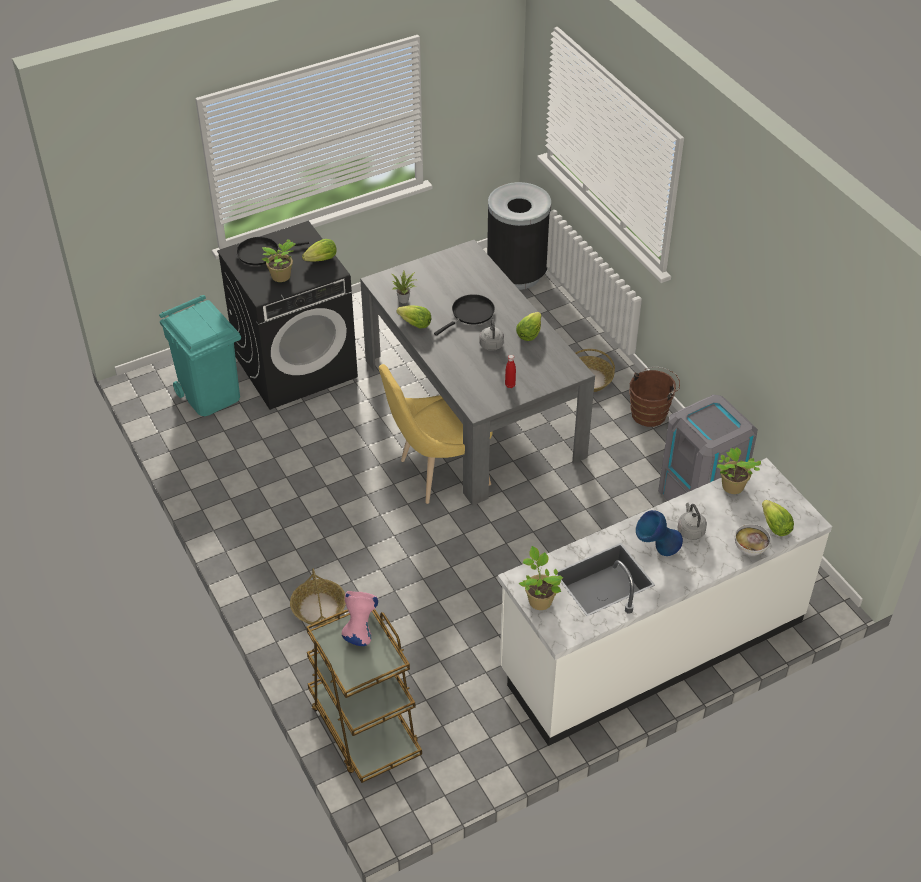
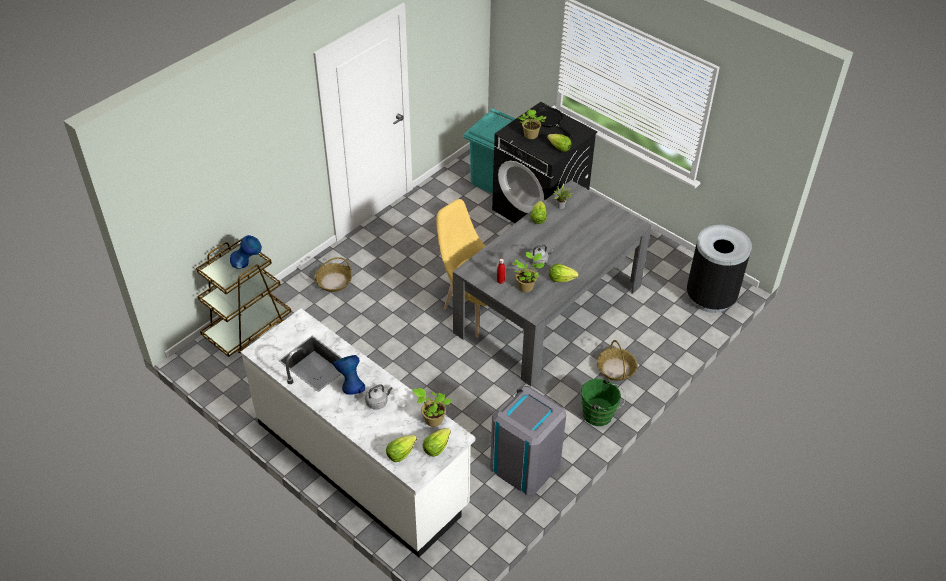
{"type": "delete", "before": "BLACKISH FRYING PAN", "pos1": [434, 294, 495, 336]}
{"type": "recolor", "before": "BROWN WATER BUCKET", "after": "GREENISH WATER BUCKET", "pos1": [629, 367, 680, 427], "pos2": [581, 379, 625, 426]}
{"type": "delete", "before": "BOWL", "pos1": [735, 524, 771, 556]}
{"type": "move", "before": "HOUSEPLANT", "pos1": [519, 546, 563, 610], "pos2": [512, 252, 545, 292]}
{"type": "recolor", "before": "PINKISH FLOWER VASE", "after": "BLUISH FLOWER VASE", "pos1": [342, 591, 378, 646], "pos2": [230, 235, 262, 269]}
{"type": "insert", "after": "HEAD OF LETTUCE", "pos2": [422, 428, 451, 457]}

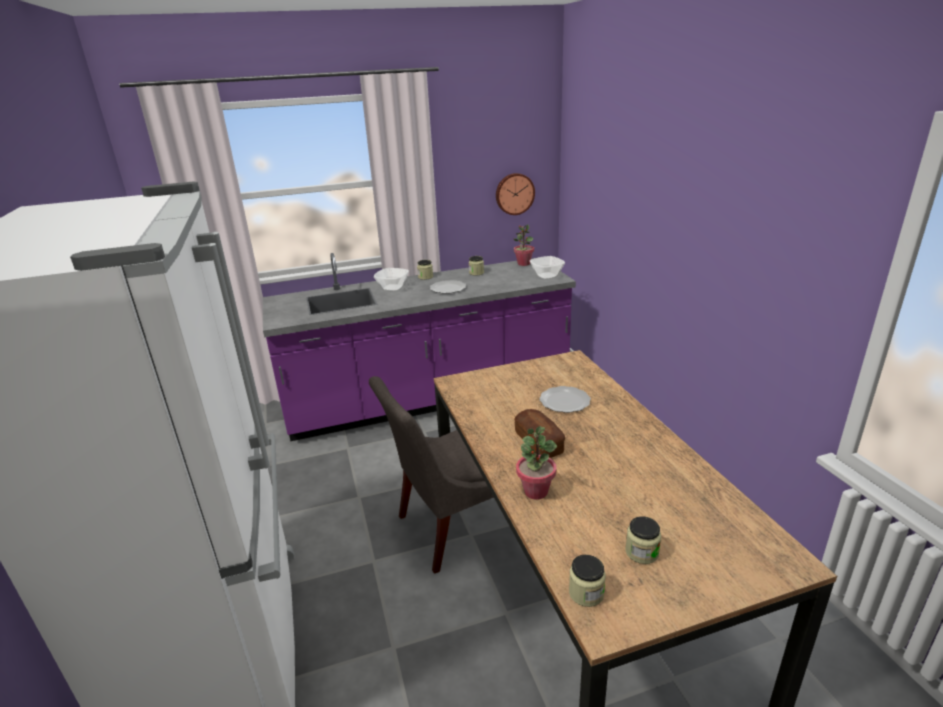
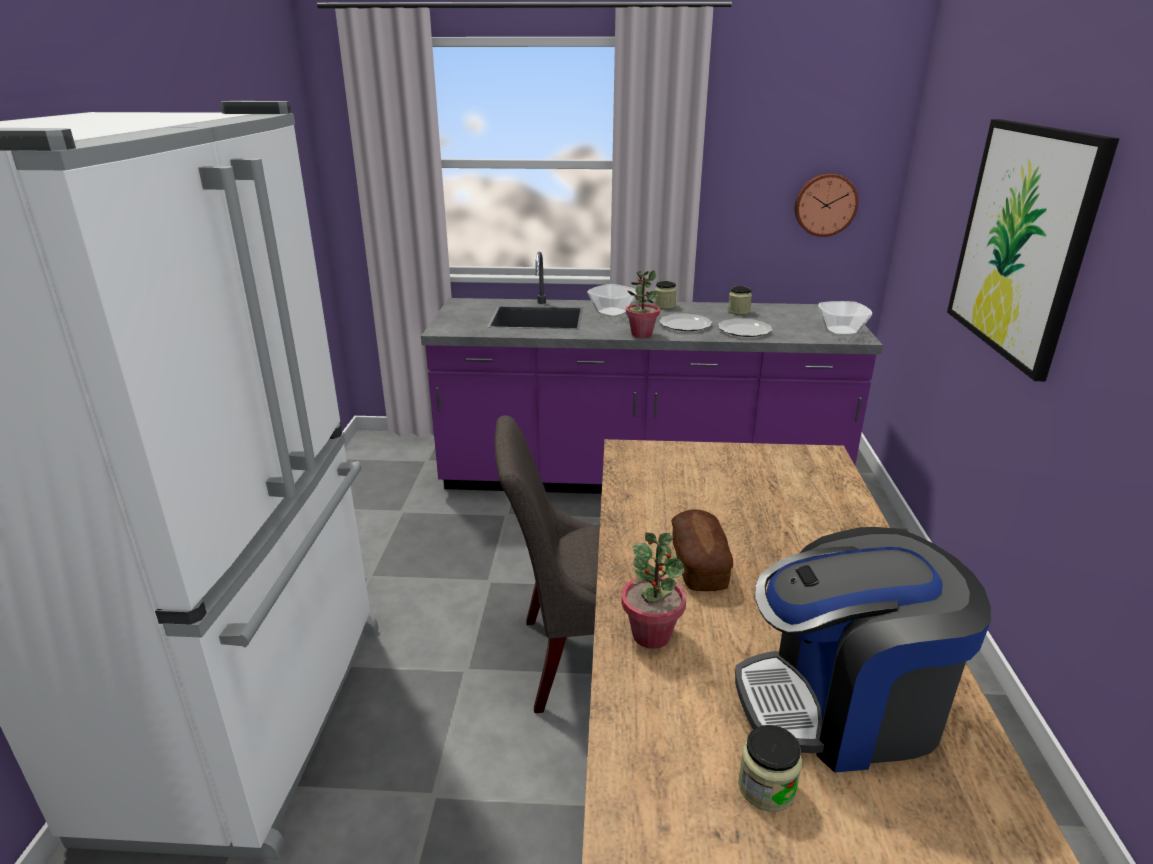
{"type": "move", "before": "HOUSEPLANT", "pos1": [514, 224, 534, 266], "pos2": [626, 270, 660, 338]}
{"type": "move", "before": "DINNER PLATE", "pos1": [539, 386, 591, 413], "pos2": [718, 318, 773, 337]}
{"type": "delete", "before": "STORAGE JAR", "pos1": [569, 555, 606, 607]}
{"type": "insert", "after": "WALL PICTURE", "pos2": [947, 119, 1119, 381]}
{"type": "insert", "after": "COFFEE BREWER", "pos2": [735, 527, 991, 773]}

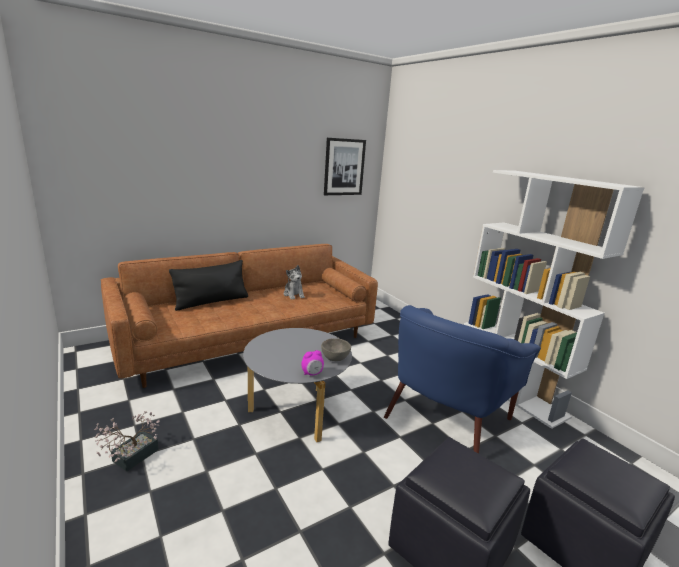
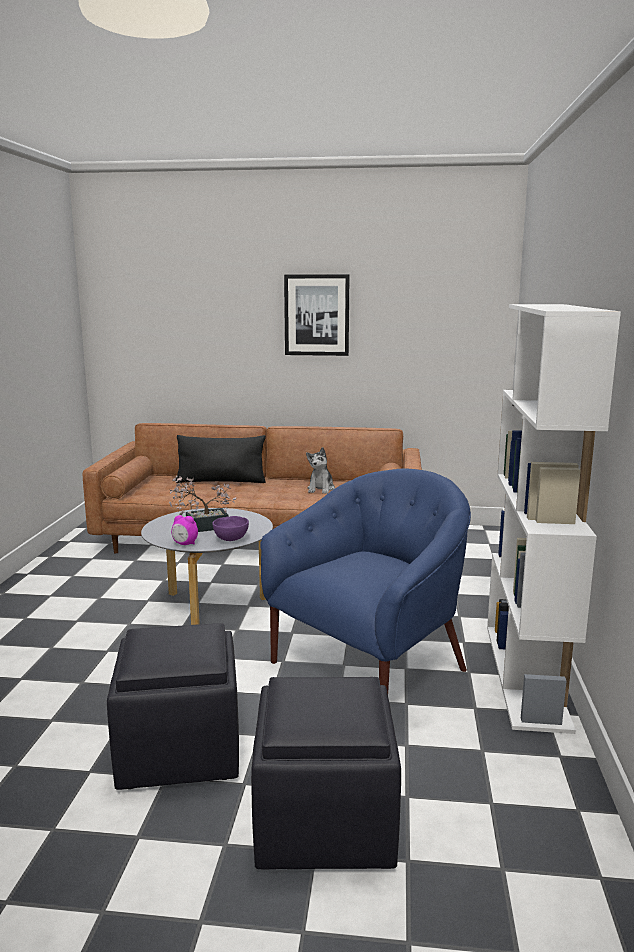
{"type": "move", "before": "WALL PICTURE", "pos1": [324, 138, 366, 195], "pos2": [284, 274, 350, 356]}
{"type": "rotate", "before": "BLUISH EASY CHAIR", "pos1": [384, 305, 541, 454], "pos2": [260, 469, 471, 693], "turn": 150}
{"type": "recolor", "before": "GREY BOWL", "after": "PURPLE-COLOURED BOWL", "pos1": [321, 338, 351, 361], "pos2": [212, 516, 249, 541]}
{"type": "move", "before": "HOUSEPLANT", "pos1": [94, 411, 160, 471], "pos2": [169, 476, 236, 532]}

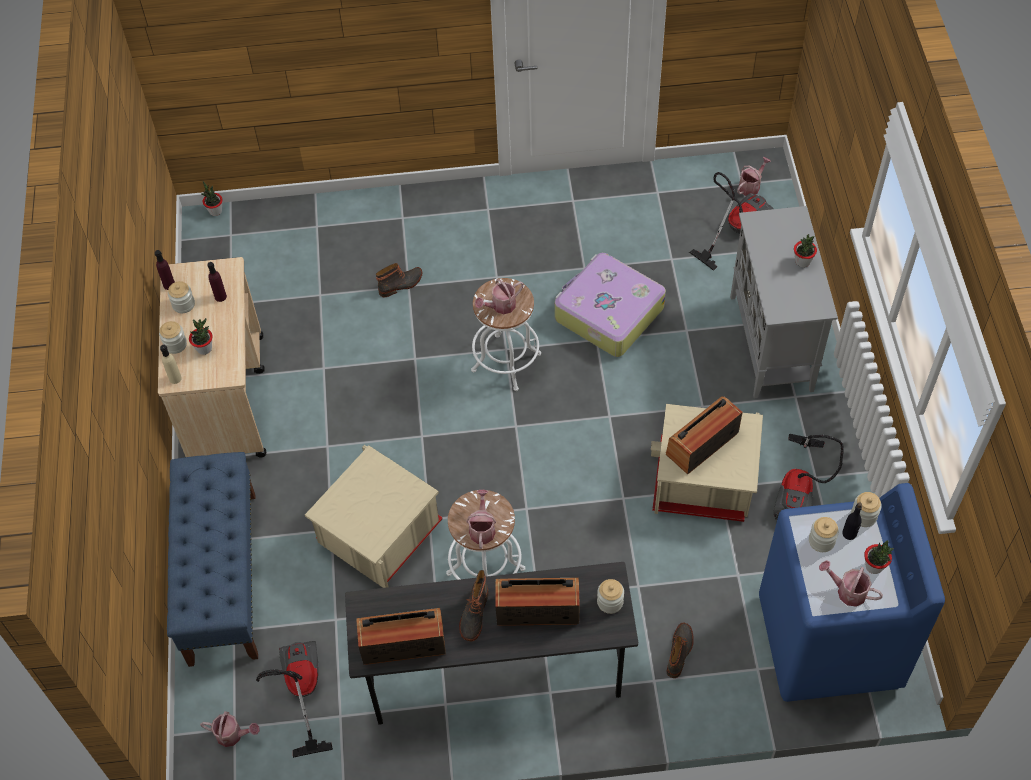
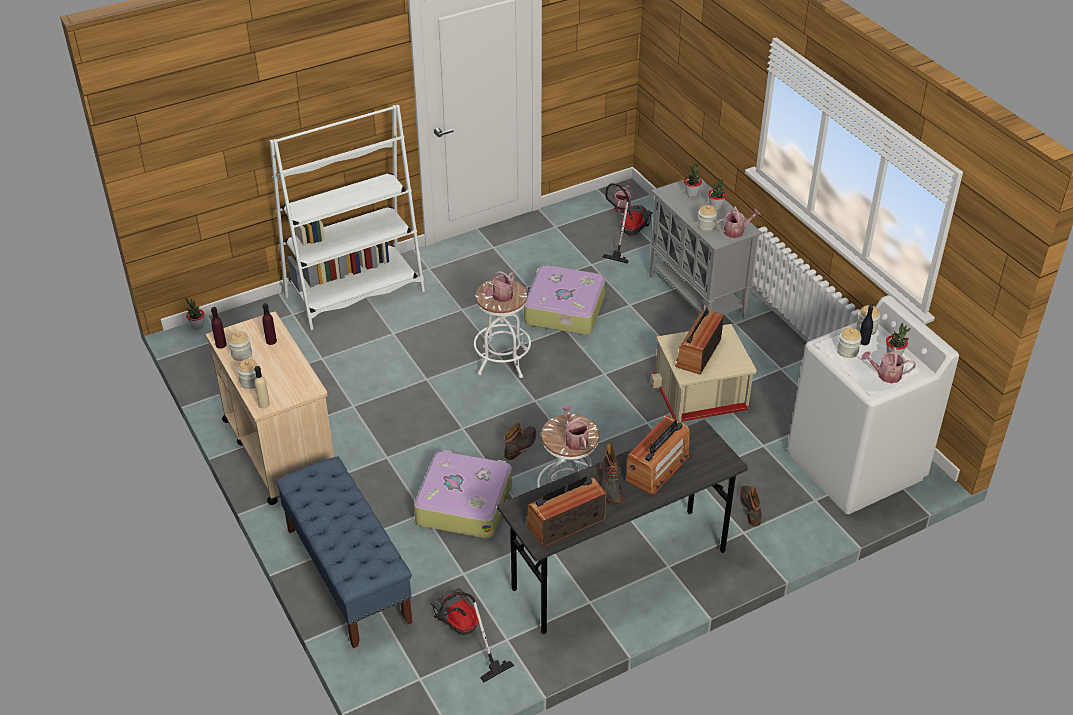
{"type": "move", "before": "TALL BOOT", "pos1": [376, 263, 422, 297], "pos2": [504, 423, 536, 460]}
{"type": "move", "before": "HOUSEPLANT", "pos1": [189, 318, 213, 355], "pos2": [684, 162, 702, 197]}
{"type": "delete", "before": "VACUUM", "pos1": [773, 434, 844, 520]}
{"type": "replace", "before": "BEIGE STORAGE BIN", "after": "SUITCASE", "pos1": [305, 445, 443, 588], "pos2": [414, 450, 512, 538]}
{"type": "recolor", "before": "BLUISH LAUNDRY APPLIANCE", "after": "WHITE LAUNDRY APPLIANCE", "pos1": [759, 483, 945, 702], "pos2": [788, 295, 959, 514]}
{"type": "rotate", "before": "RADIO SET", "pos1": [496, 578, 580, 626], "pos2": [626, 415, 690, 495], "turn": 150}
{"type": "move", "before": "STORAGE JAR", "pos1": [597, 579, 624, 614], "pos2": [697, 205, 717, 232]}
{"type": "move", "before": "SPRINKLING CAN", "pos1": [200, 711, 260, 747], "pos2": [716, 207, 761, 238]}
{"type": "insert", "after": "WHITE BOOKCASE", "pos2": [270, 105, 425, 330]}

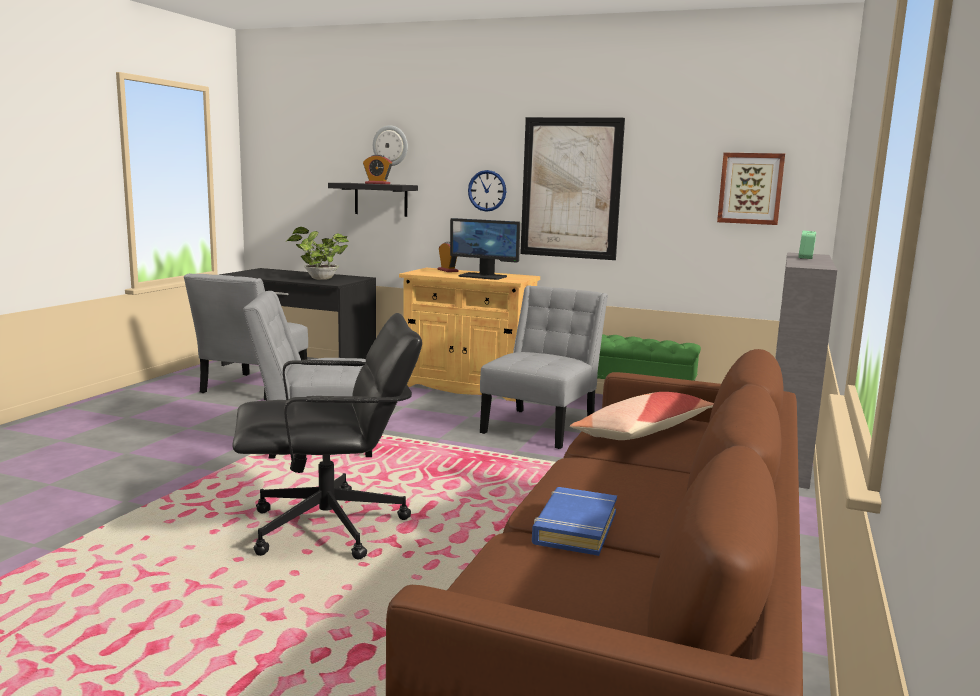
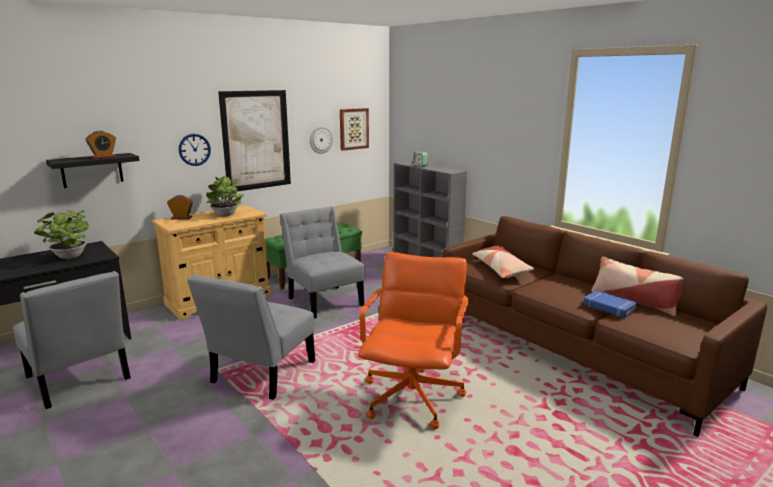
{"type": "move", "before": "HANGING CLOCK", "pos1": [373, 125, 408, 166], "pos2": [310, 126, 333, 154]}
{"type": "replace", "before": "COMPUTER SCREEN", "after": "HOUSEPLANT", "pos1": [450, 218, 520, 280], "pos2": [206, 176, 243, 216]}
{"type": "recolor", "before": "BLACKISH OFFICE CHAIR", "after": "ORANGE OFFICE CHAIR", "pos1": [232, 313, 422, 559], "pos2": [358, 252, 468, 429]}
{"type": "insert", "after": "CUSHION", "pos2": [591, 257, 683, 316]}

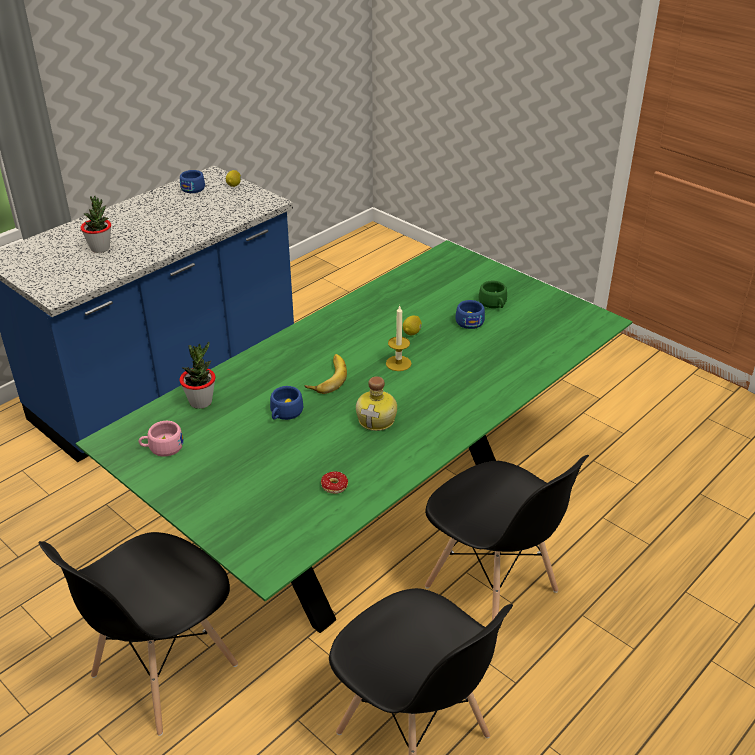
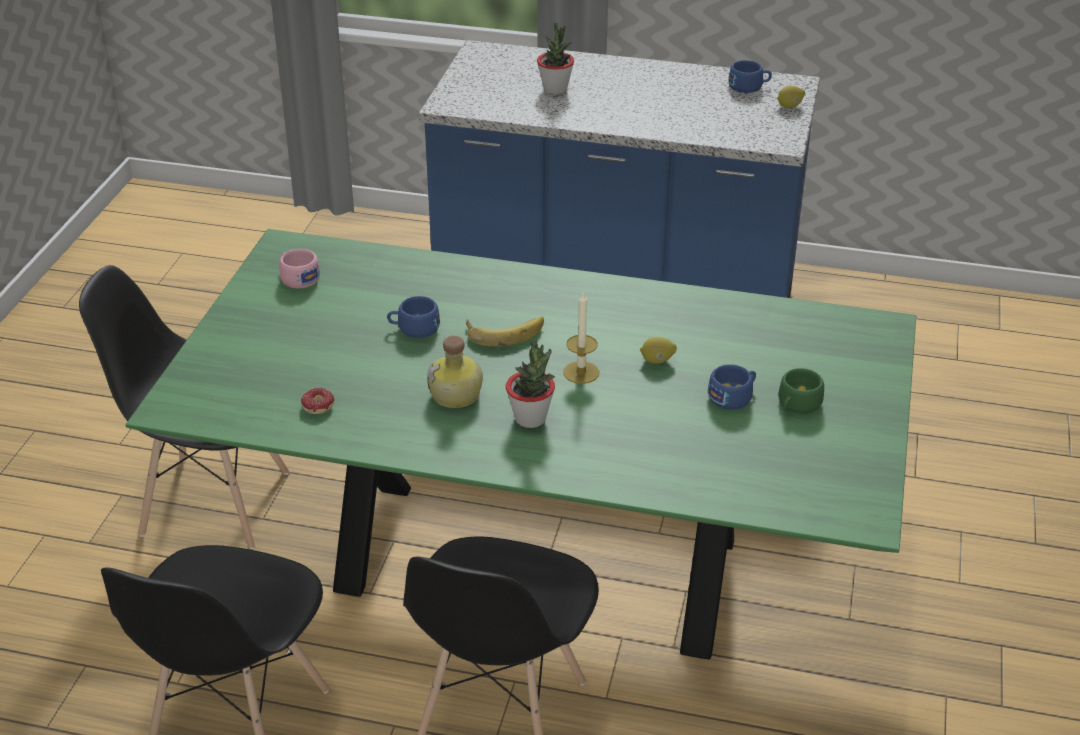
{"type": "move", "before": "HOUSEPLANT", "pos1": [180, 341, 216, 409], "pos2": [506, 339, 555, 428]}

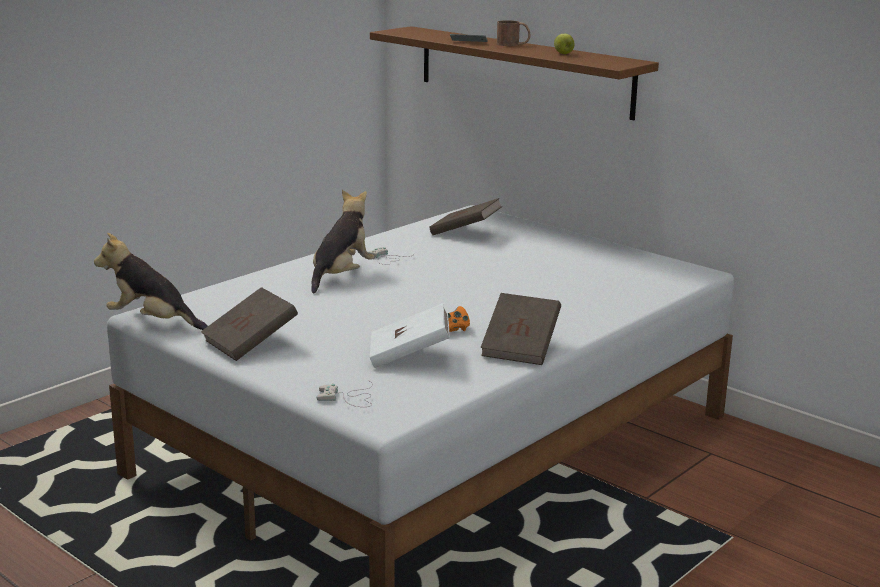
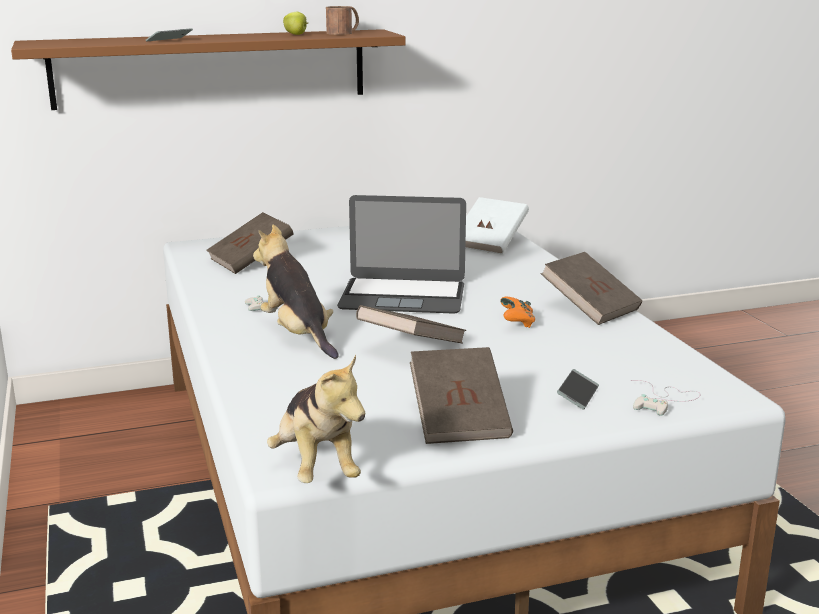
{"type": "move", "before": "BROWN COFFEE MUG", "pos1": [497, 20, 531, 46], "pos2": [326, 6, 359, 35]}
{"type": "rotate", "before": "PLUSH TOY", "pos1": [94, 232, 208, 330], "pos2": [267, 355, 365, 483], "turn": -75}
{"type": "move", "before": "WHITE BOUND BOOK", "pos1": [370, 303, 450, 368], "pos2": [465, 197, 529, 255]}
{"type": "insert", "after": "NOTEBOOK COMPUTER", "pos2": [337, 195, 466, 314]}
{"type": "insert", "after": "BROWN BOUND BOOK", "pos2": [356, 305, 466, 344]}
{"type": "insert", "after": "PHONE", "pos2": [557, 369, 599, 409]}

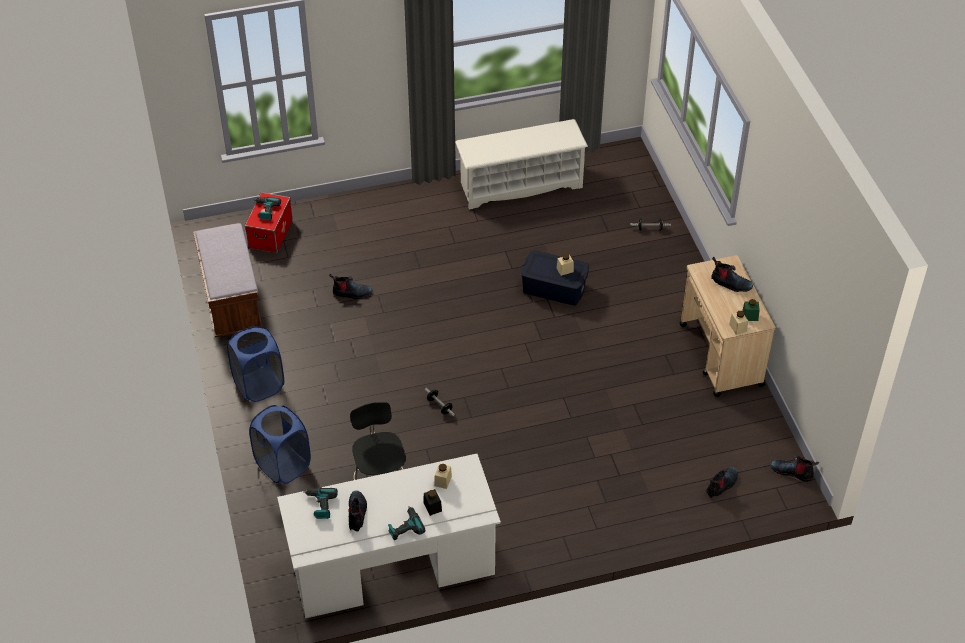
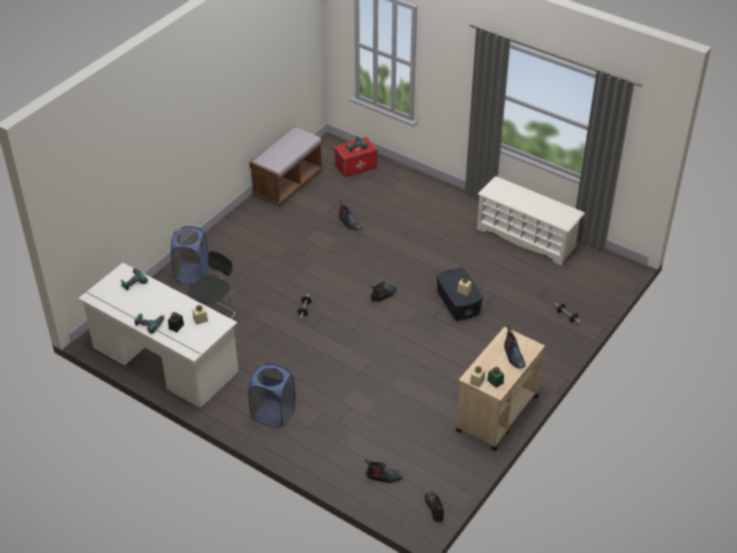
{"type": "move", "before": "BLUISH LAUNDRY BASKET", "pos1": [227, 326, 284, 402], "pos2": [248, 364, 295, 428]}
{"type": "move", "before": "TALL BOOT", "pos1": [349, 490, 367, 532], "pos2": [370, 281, 397, 302]}

